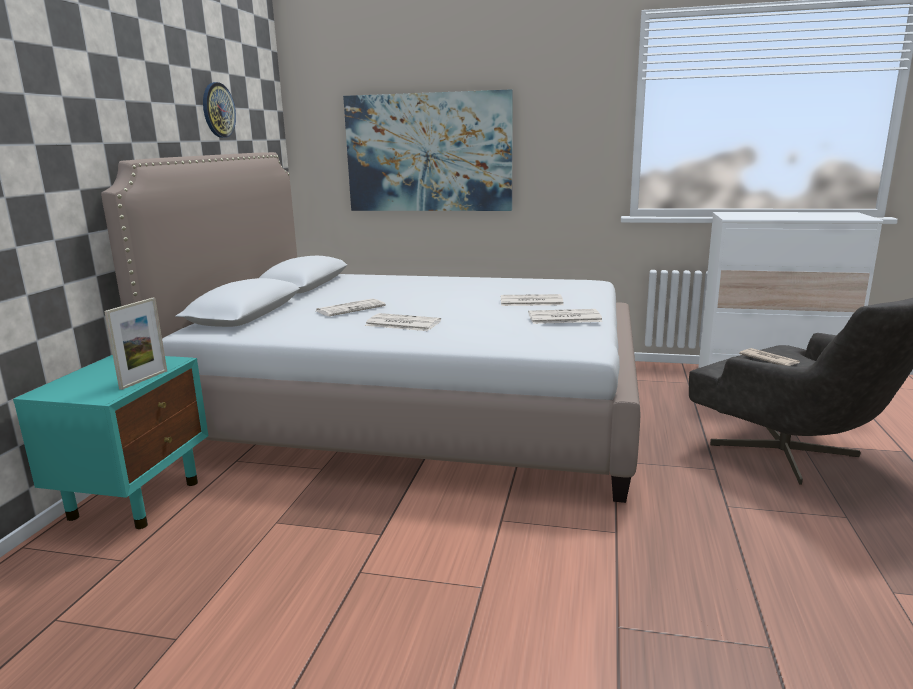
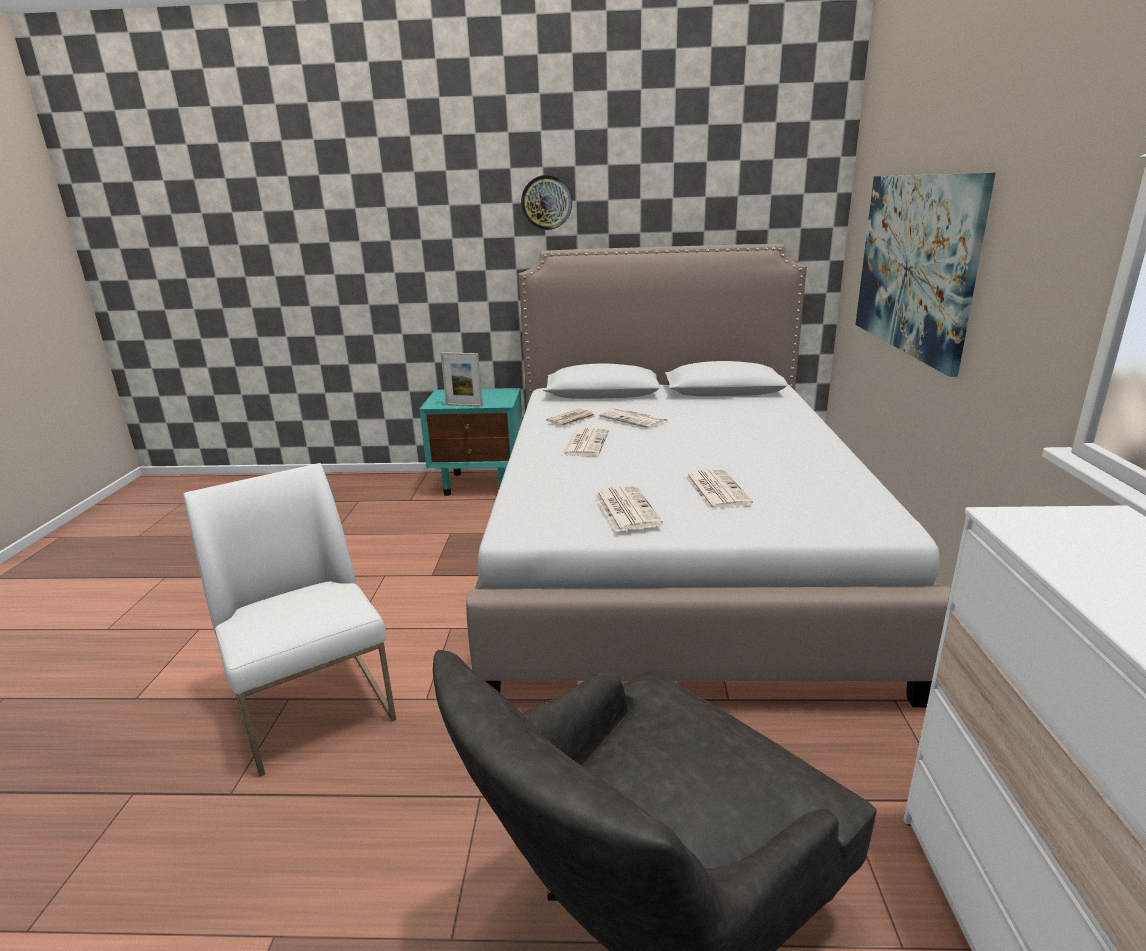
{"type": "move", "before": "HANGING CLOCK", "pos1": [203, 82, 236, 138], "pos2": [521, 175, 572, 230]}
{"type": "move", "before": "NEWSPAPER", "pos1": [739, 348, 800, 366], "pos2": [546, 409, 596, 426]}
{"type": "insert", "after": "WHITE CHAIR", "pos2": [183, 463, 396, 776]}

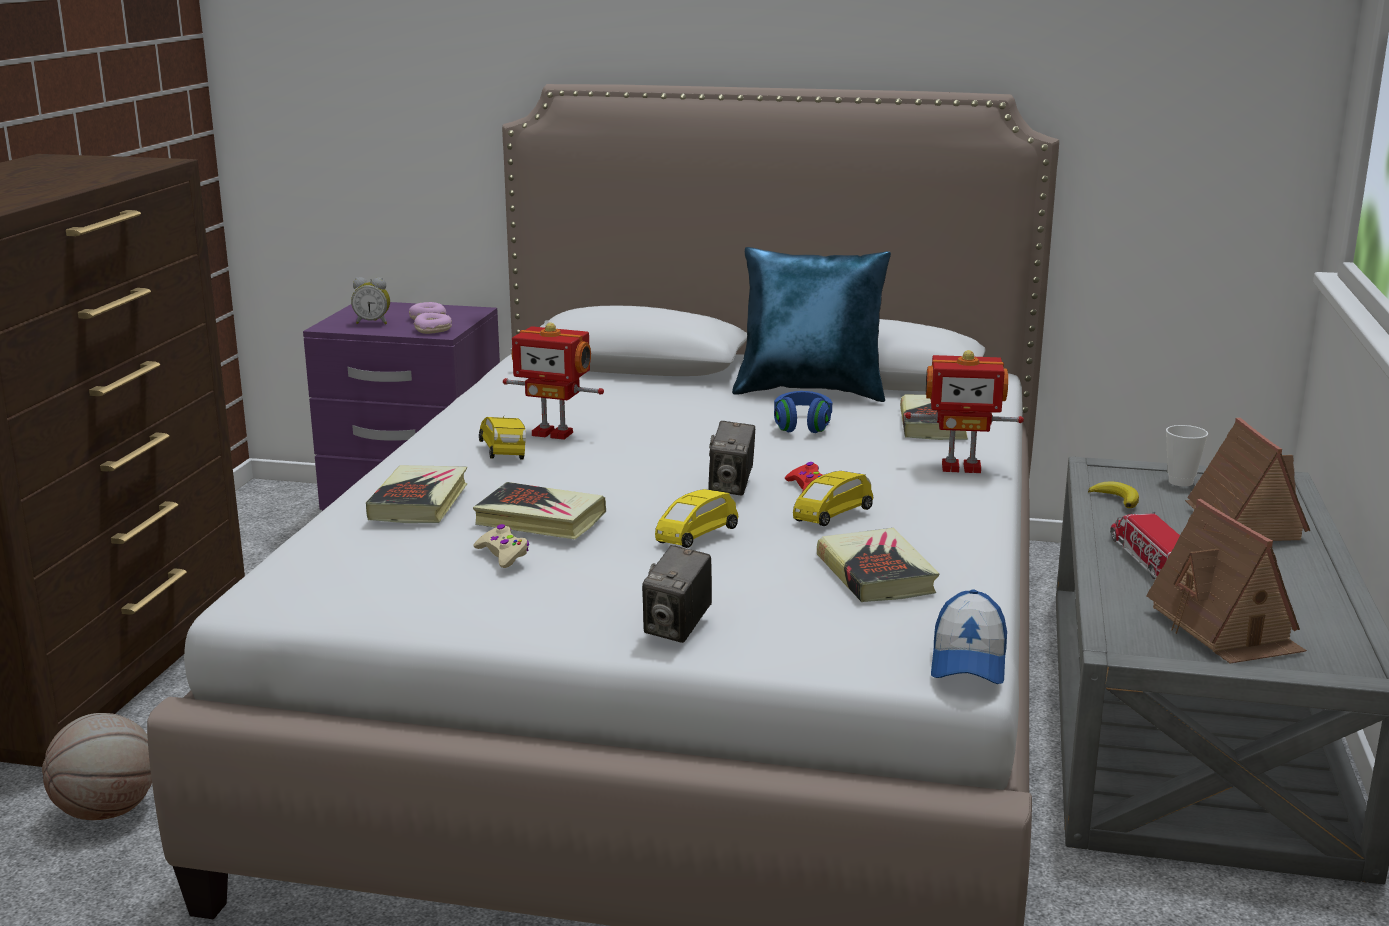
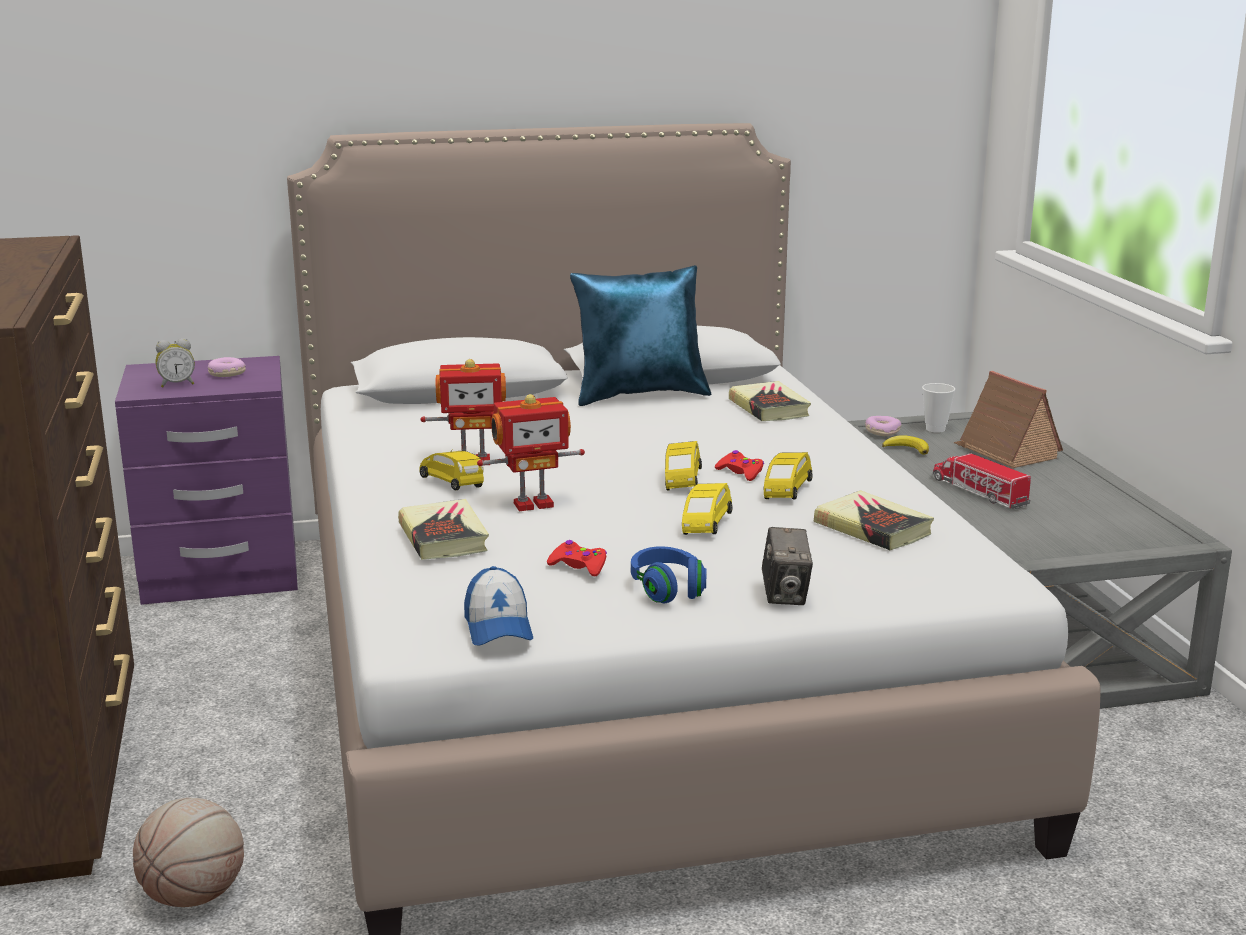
{"type": "move", "before": "RING DOUGHNUT", "pos1": [413, 313, 452, 334], "pos2": [865, 416, 901, 436]}
{"type": "move", "before": "MODEL ROBOT", "pos1": [905, 350, 1024, 473], "pos2": [477, 394, 585, 511]}
{"type": "move", "before": "BLUISH HEADPHONES", "pos1": [774, 391, 832, 433], "pos2": [631, 546, 706, 604]}
{"type": "replace", "before": "STILL CAMERA", "after": "YELLOWISH MODEL CAR", "pos1": [708, 421, 755, 495], "pos2": [665, 441, 702, 491]}
{"type": "delete", "before": "BOUND BOOK", "pos1": [473, 482, 606, 539]}
{"type": "delete", "before": "TOY HOUSE", "pos1": [1146, 499, 1307, 663]}
{"type": "recolor", "before": "BEIGE JOYPAD", "after": "RED-COLOURED JOYPAD", "pos1": [474, 524, 529, 568], "pos2": [547, 540, 607, 576]}
{"type": "move", "before": "BASEBALL CAP", "pos1": [931, 590, 1007, 684], "pos2": [464, 566, 533, 646]}

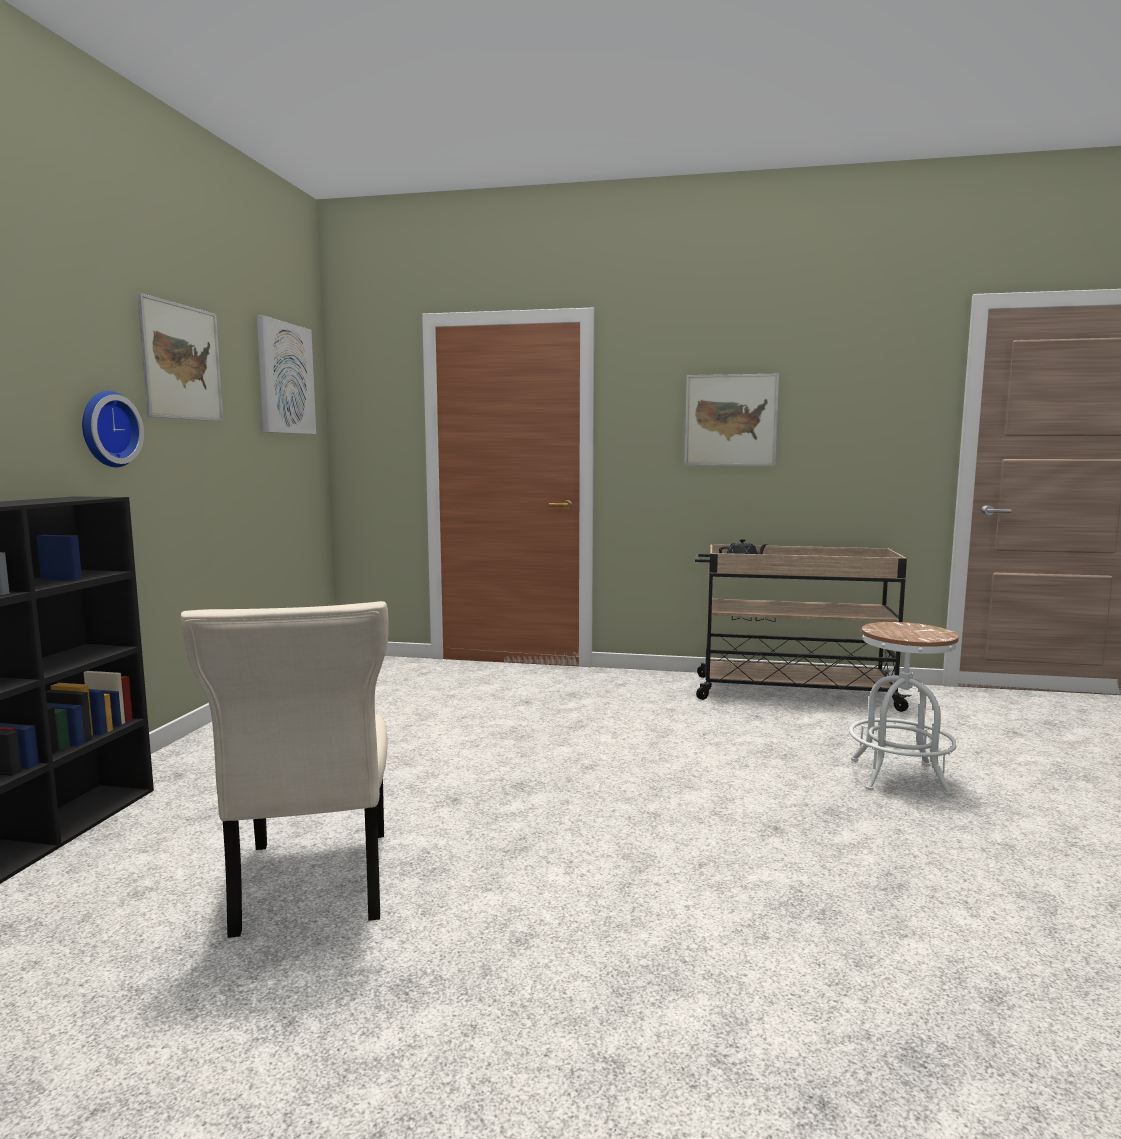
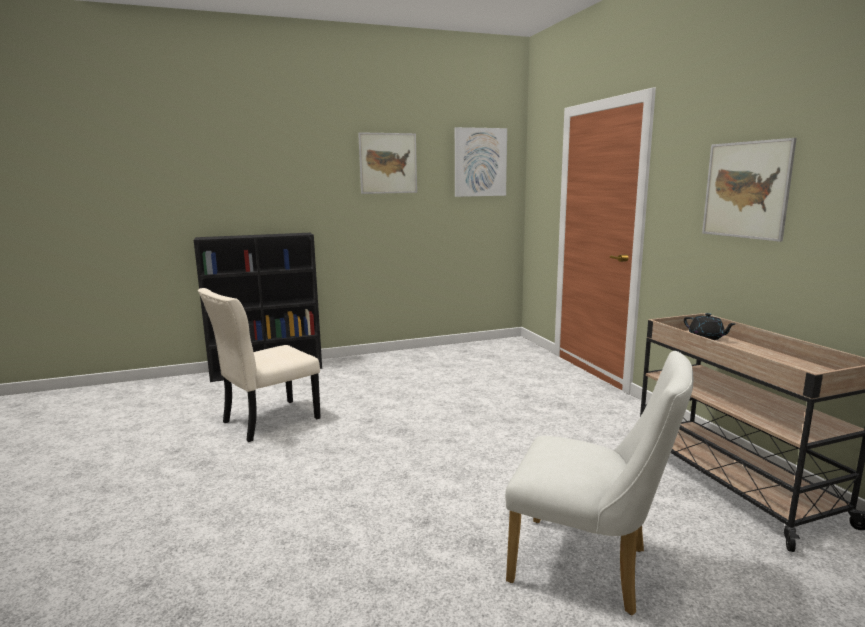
{"type": "delete", "before": "HANGING CLOCK", "pos1": [82, 391, 144, 467]}
{"type": "replace", "before": "WHITE SITTING STOOL", "after": "WHITE CHAIR", "pos1": [849, 622, 959, 796], "pos2": [505, 351, 693, 615]}

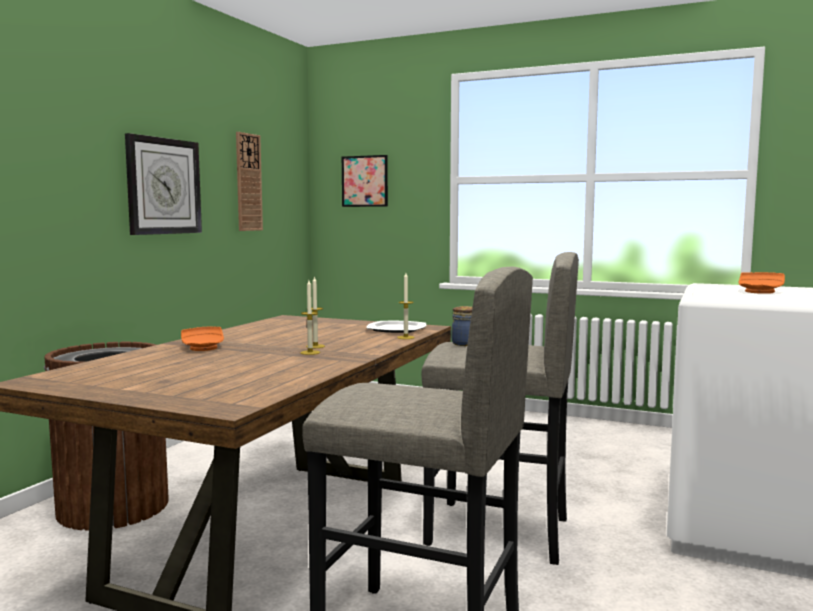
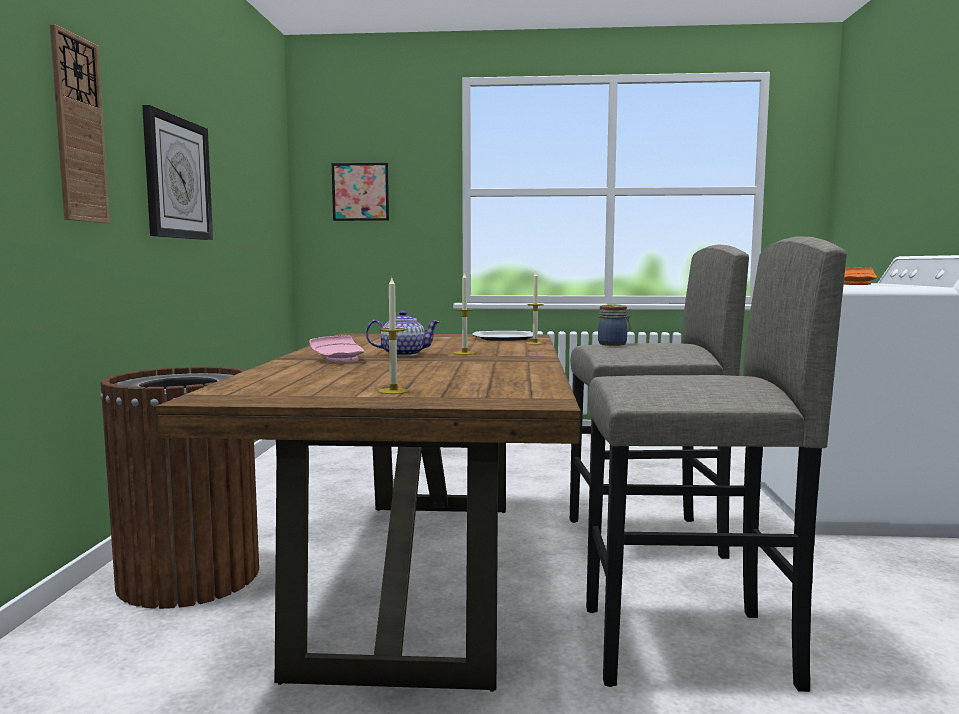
{"type": "move", "before": "HANGING CLOCK", "pos1": [236, 132, 263, 231], "pos2": [50, 24, 110, 223]}
{"type": "move", "before": "CANDLE", "pos1": [300, 280, 320, 355], "pos2": [378, 278, 409, 394]}
{"type": "recolor", "before": "ORANGE DINNER PLATE", "after": "PINKISH DINNER PLATE", "pos1": [181, 326, 224, 351], "pos2": [309, 335, 364, 363]}
{"type": "insert", "after": "POT FOR TEA", "pos2": [366, 311, 440, 356]}

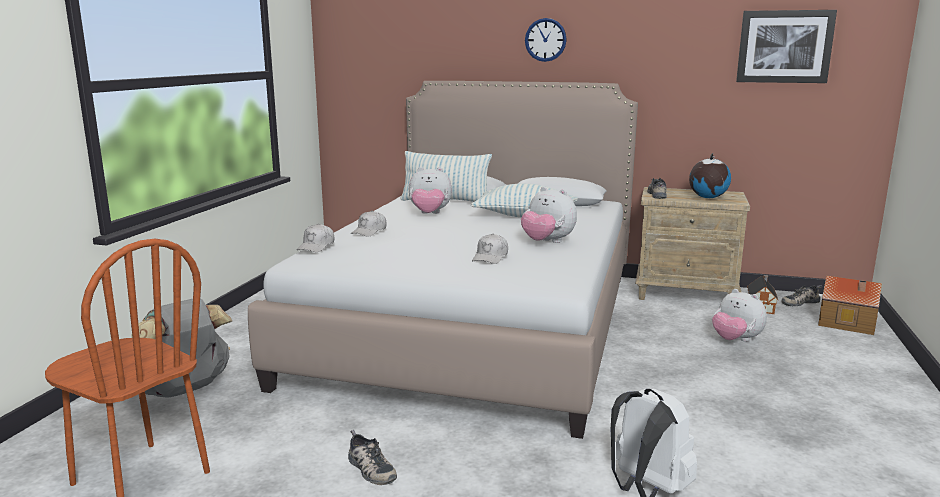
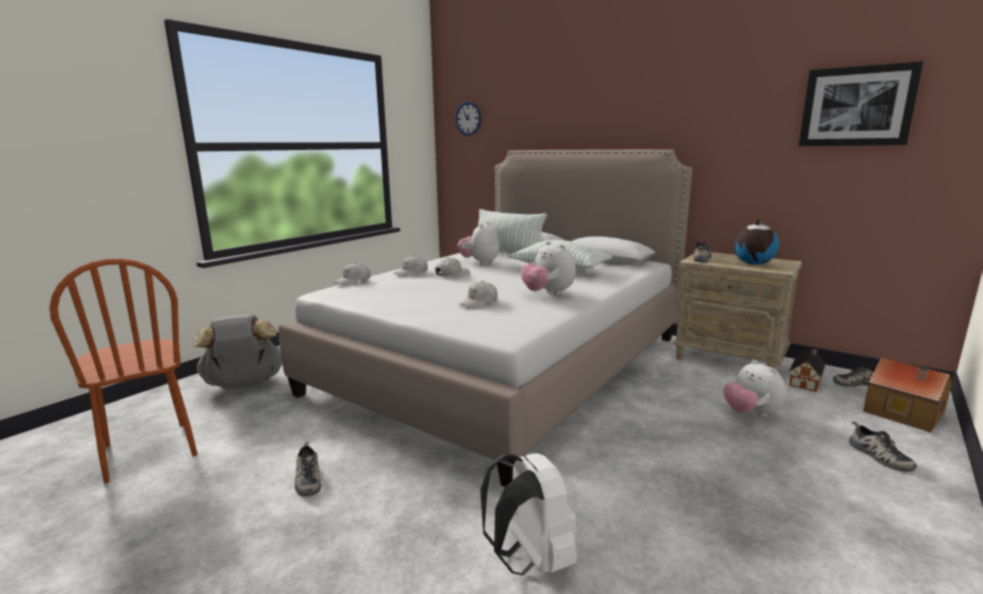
{"type": "move", "before": "HANGING CLOCK", "pos1": [525, 18, 567, 62], "pos2": [455, 101, 481, 135]}
{"type": "rotate", "before": "PLUSH TOY", "pos1": [409, 167, 452, 214], "pos2": [458, 222, 499, 265], "turn": 90}
{"type": "insert", "after": "WHITE BASEBALL CAP", "pos2": [435, 257, 470, 276]}
{"type": "insert", "after": "SHOE", "pos2": [849, 421, 917, 472]}

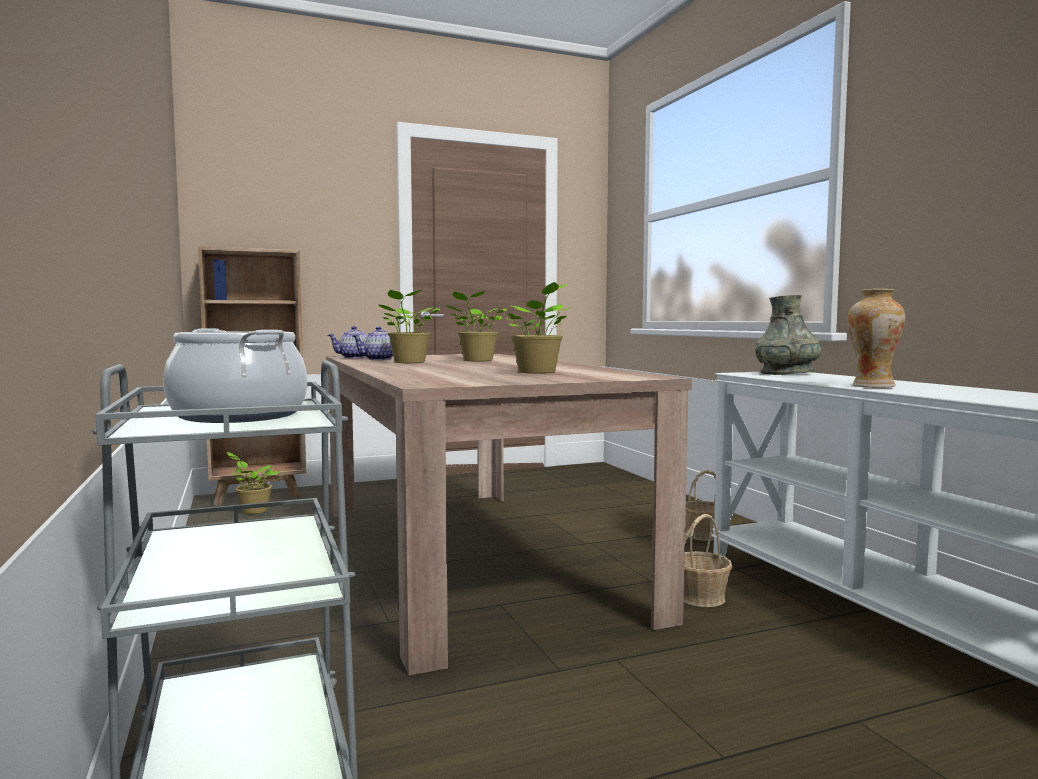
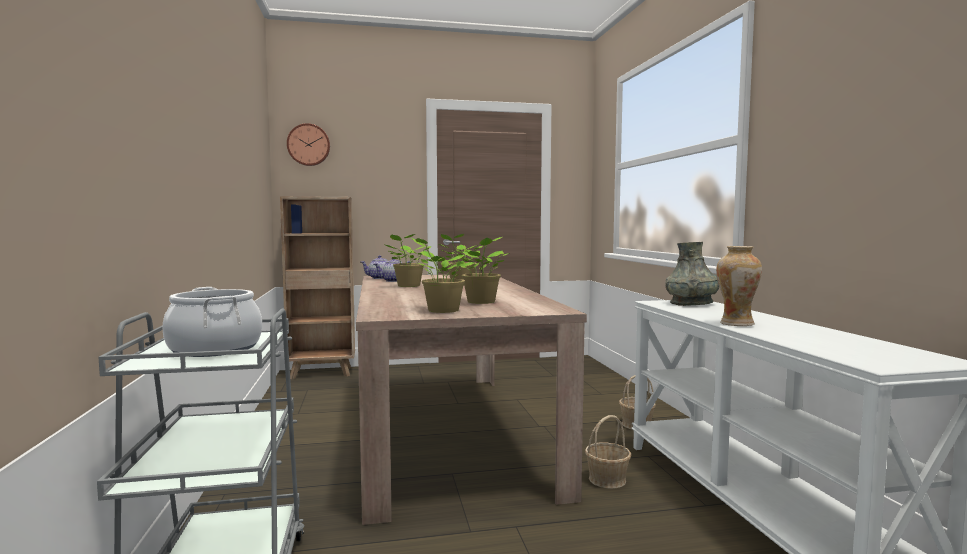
{"type": "move", "before": "HOUSEPLANT", "pos1": [227, 452, 279, 514], "pos2": [412, 238, 474, 313]}
{"type": "insert", "after": "HANGING CLOCK", "pos2": [287, 123, 330, 166]}

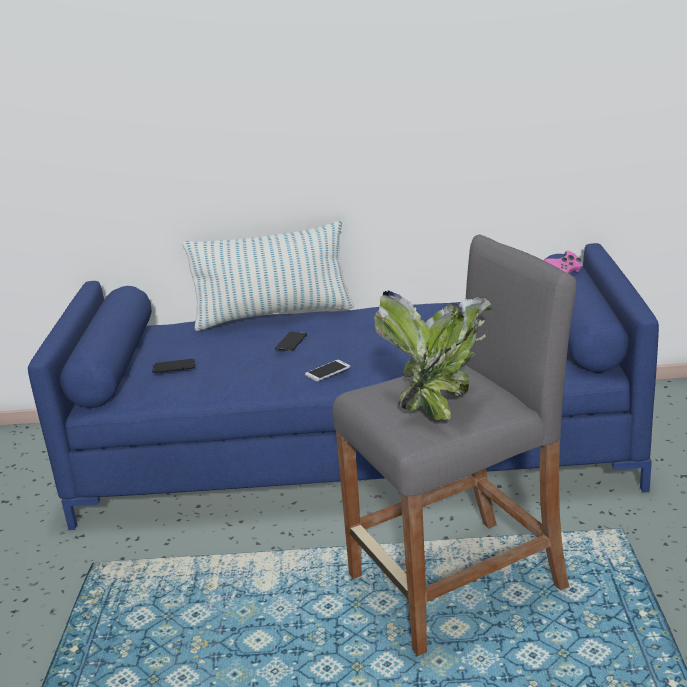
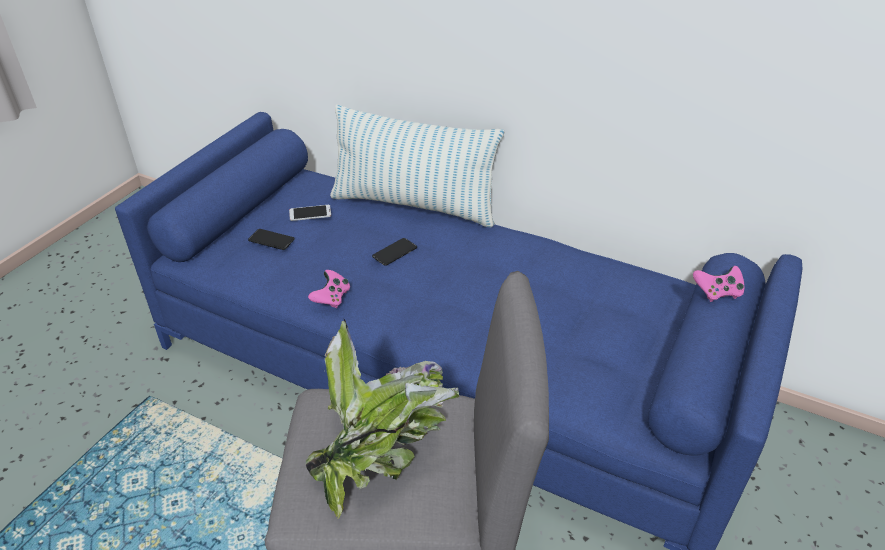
{"type": "move", "before": "PHONE", "pos1": [305, 360, 350, 381], "pos2": [289, 205, 331, 221]}
{"type": "insert", "after": "PINKISH JOYPAD", "pos2": [308, 270, 350, 308]}

